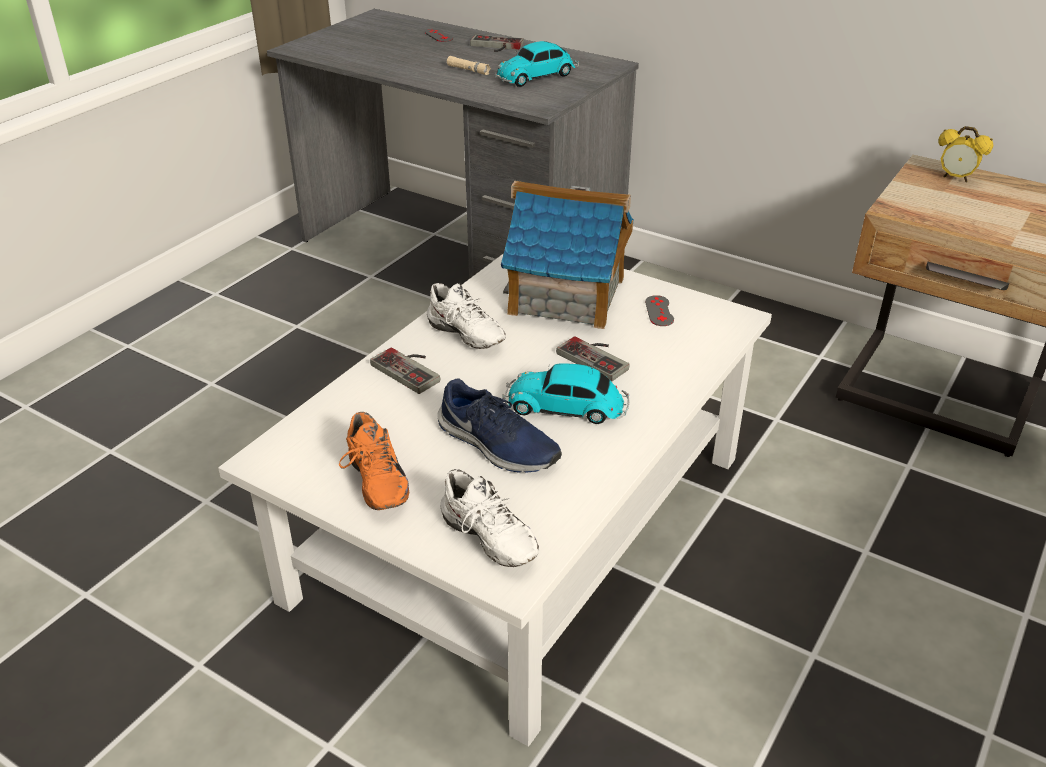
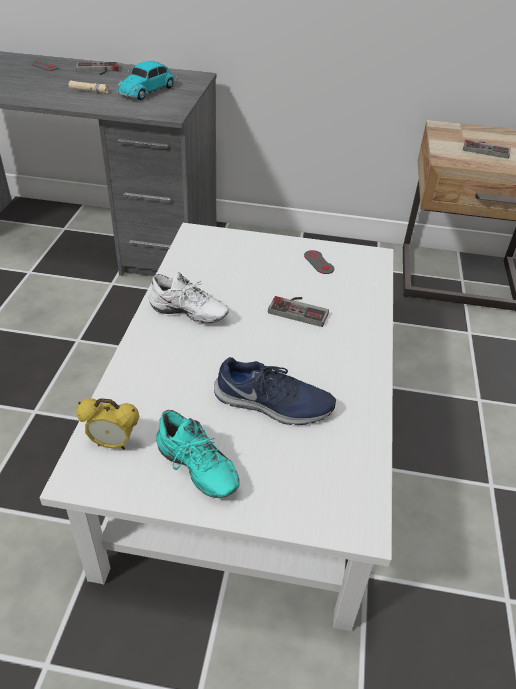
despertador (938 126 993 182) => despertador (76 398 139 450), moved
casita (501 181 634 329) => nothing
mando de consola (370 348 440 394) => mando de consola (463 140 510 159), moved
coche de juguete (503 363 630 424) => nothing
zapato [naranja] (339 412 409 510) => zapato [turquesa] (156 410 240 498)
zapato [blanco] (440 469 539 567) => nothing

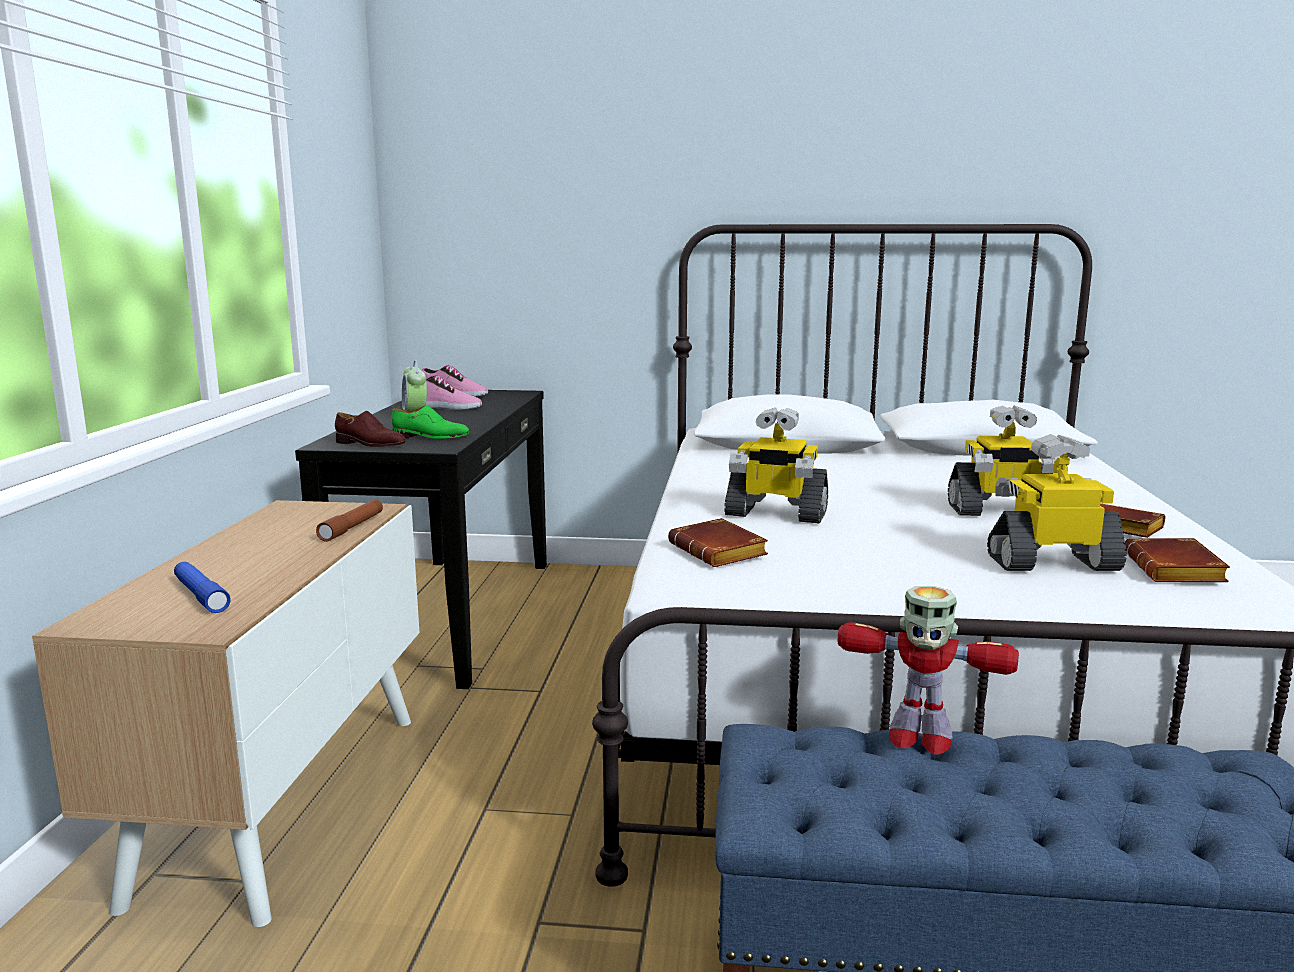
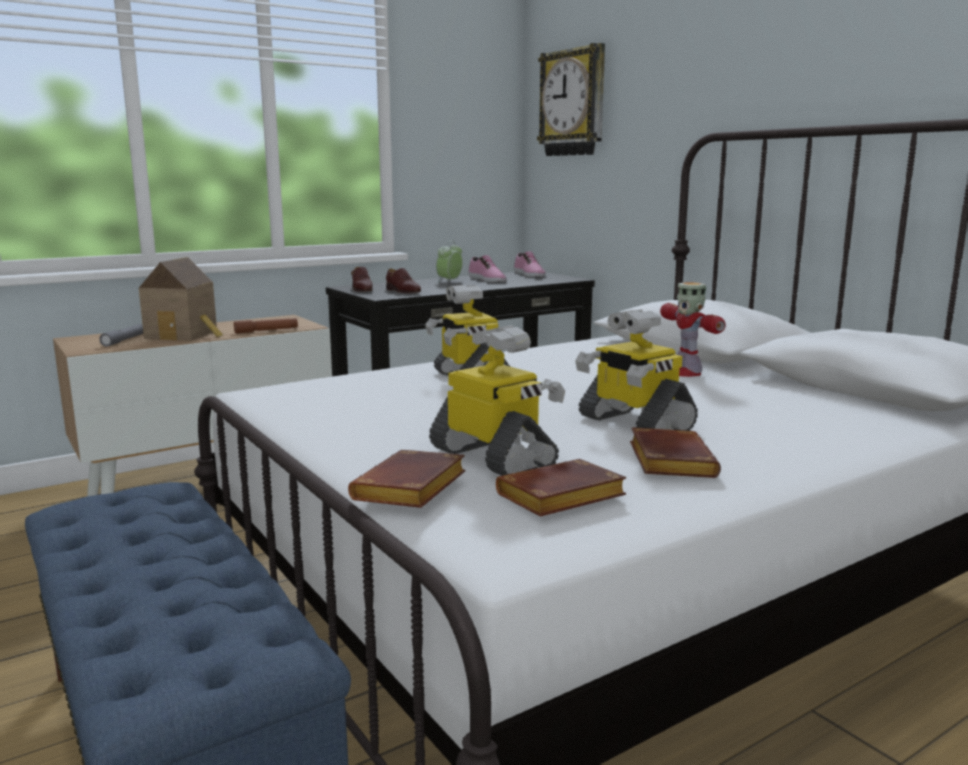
zapato [verde] (391 405 470 439) => zapato [marrón] (386 268 421 293)
libro [marrón] (668 518 768 567) => libro [marrón] (348 450 465 508), moved
linterna [azul] (174 562 231 613) => linterna [gris] (99 323 143 347)
robot de juguete (838 586 1019 754) => robot de juguete (660 282 726 377), moved
nothing => reloj de pared (537 43 605 156)
nothing => casita (139 257 223 341)

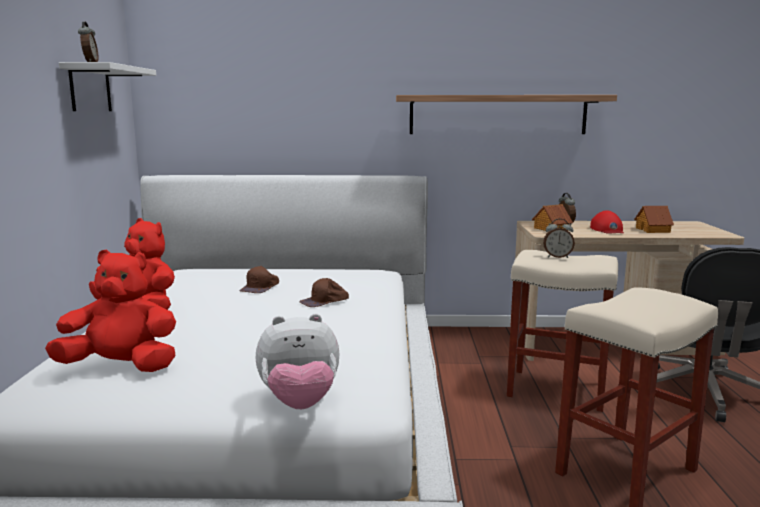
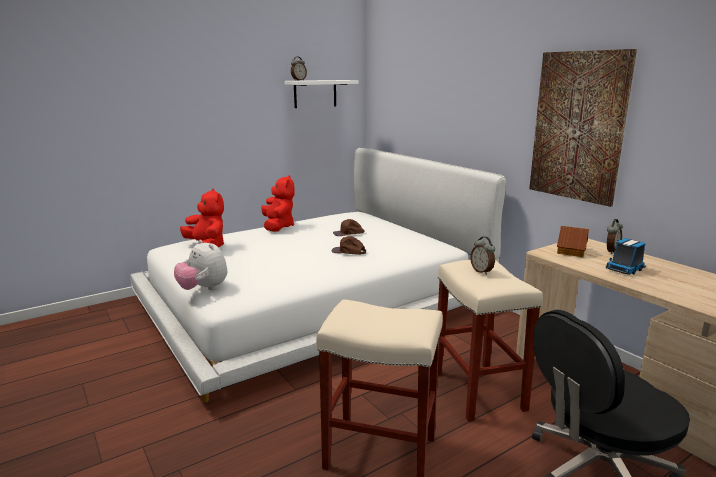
estante (396 95 617 134) => cuadro (529 49 637 207)
casita (634 206 674 233) => nothing
gorra [rojo] (590 210 624 234) => camión de juguete (606 238 646 275)

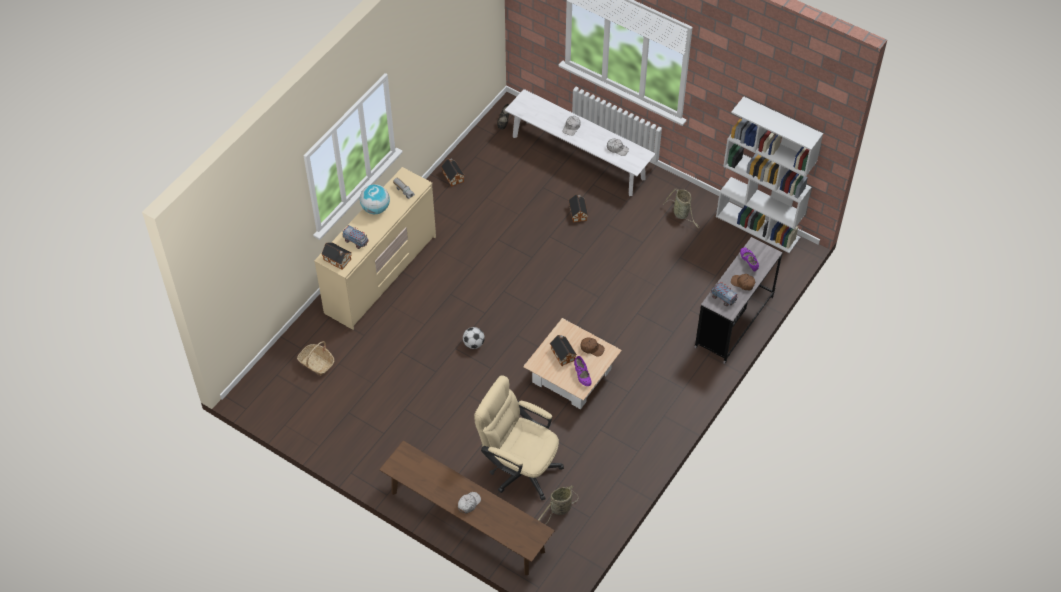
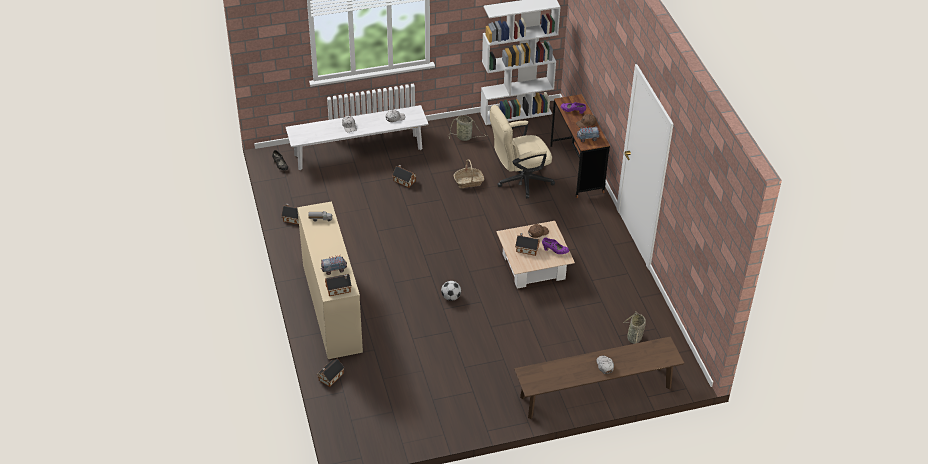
globo terráqueo (360 184 390 214) => nothing
escritorio [gris] (694 237 783 364) => escritorio [marrón] (550 94 610 198)
cesta (297 341 334 375) => cesta (454 159 485 188), moved
silla de oficina [beis] (474 375 564 500) => silla de oficina [beis] (490 105 555 198), moved
nothing => casita (317 359 344 387)

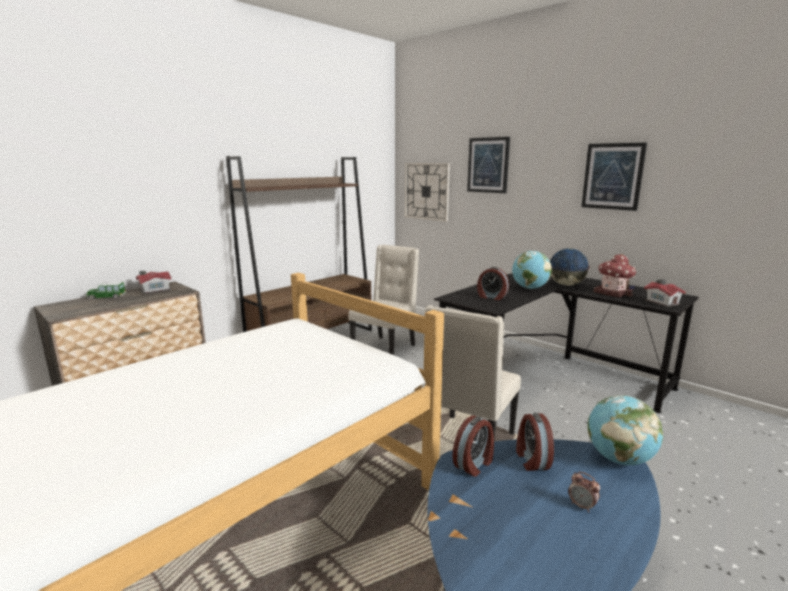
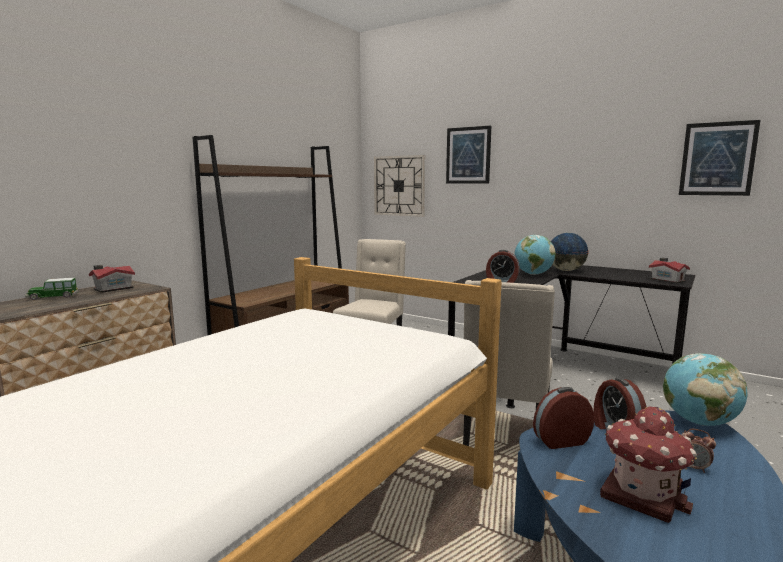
cuadro (581 142 647 211) => cuadro (679 120 761 196), moved
casita (594 254 636 297) => casita (600 407 697 523), moved
despertador (452 415 494 477) => despertador (533 387 594 449), 135 degrees counterclockwise

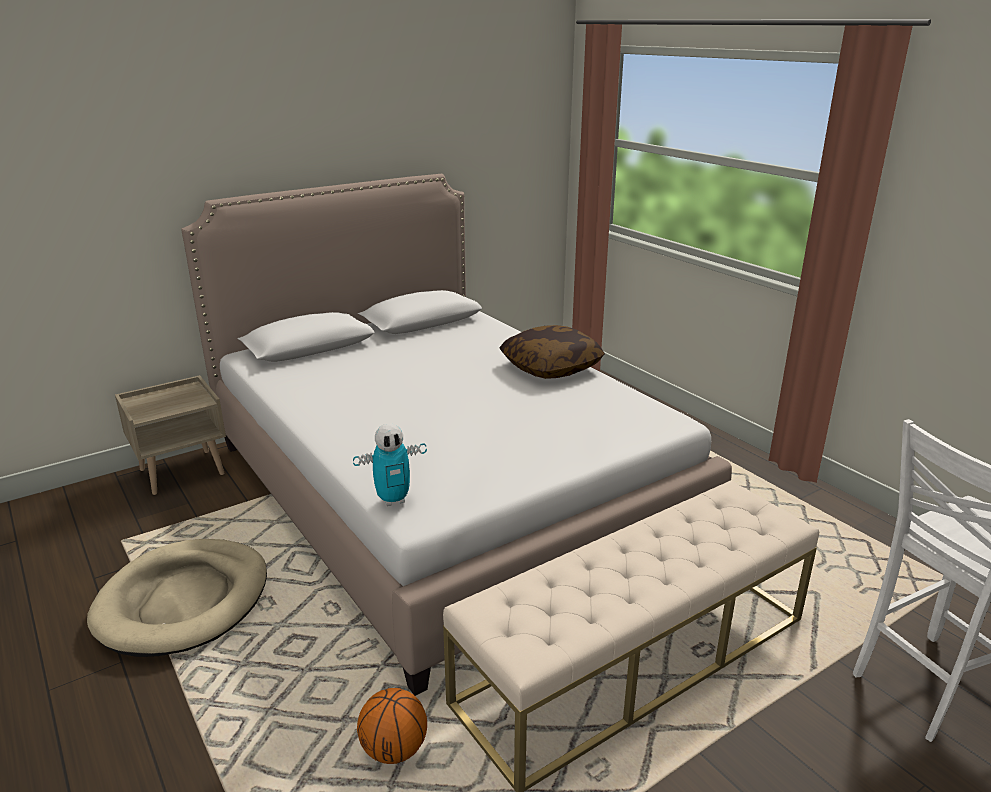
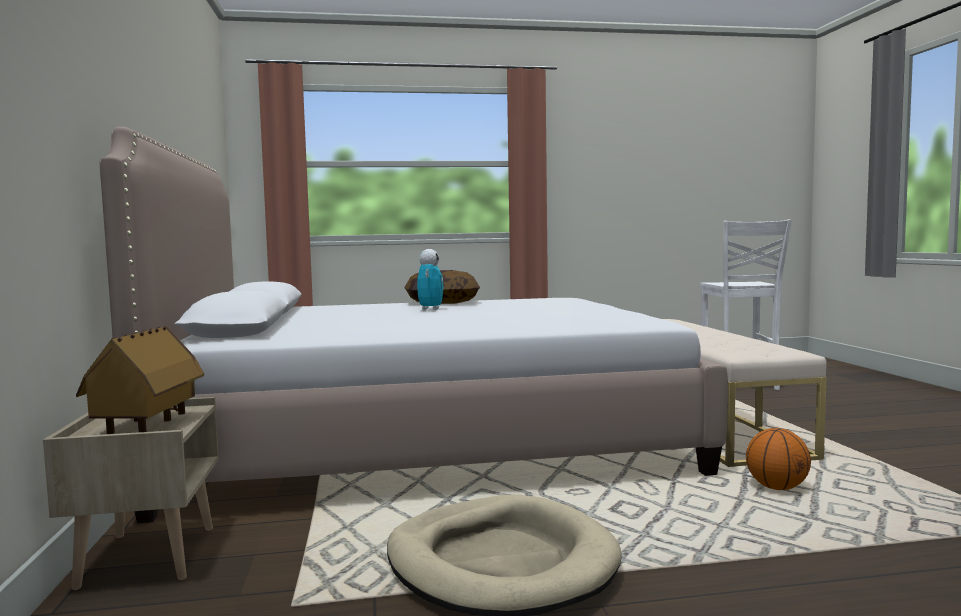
robot de juguete (353 423 427 506) => robot de juguete (417 249 444 310), moved
nothing => casita (76 326 204 434)

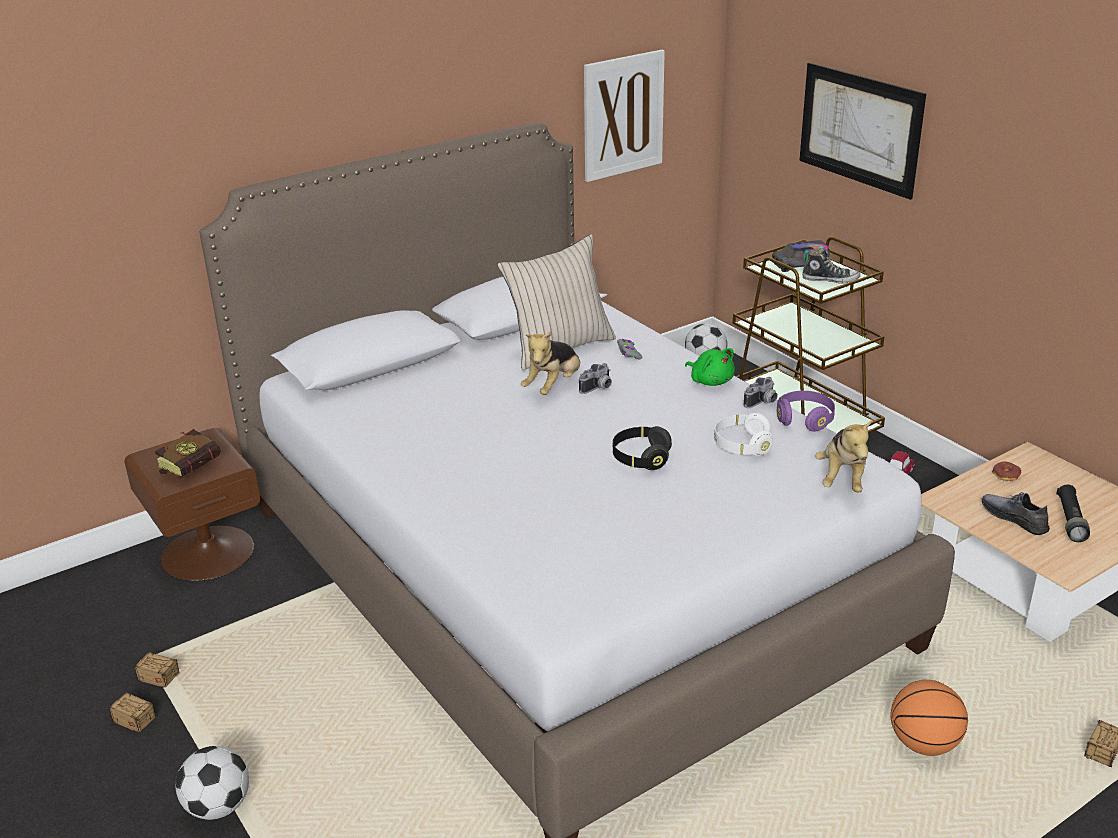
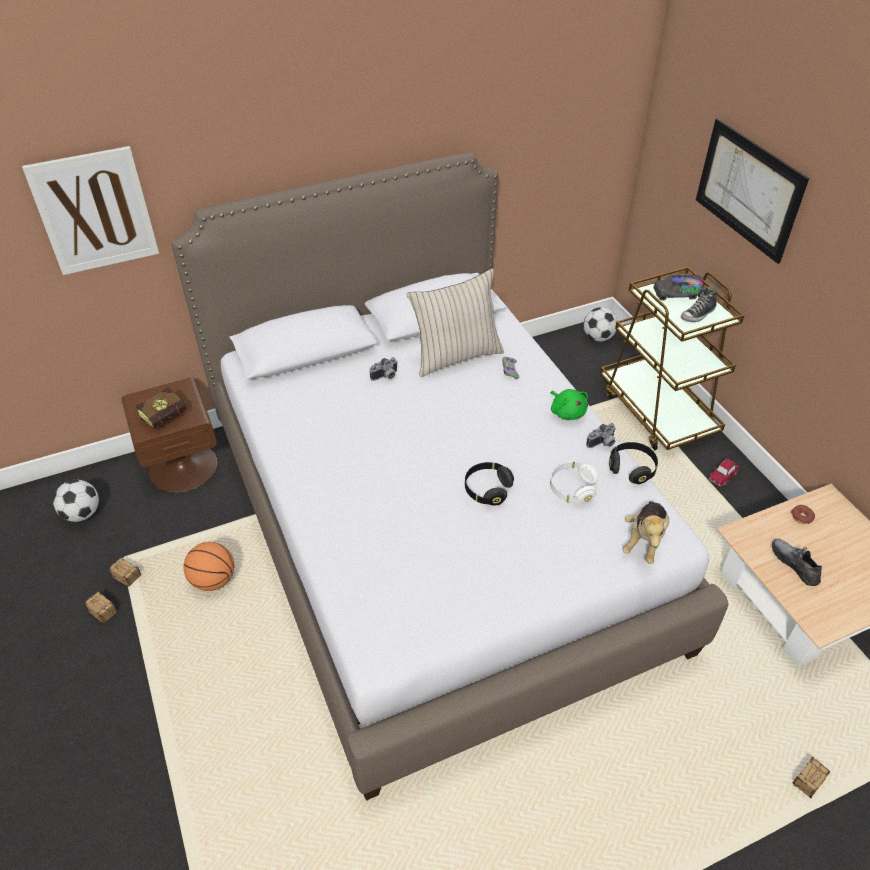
cuadro (584 50 665 182) => cuadro (22 146 159 275), moved
zapato (802 248 860 283) => zapato (681 286 717 322), 120 degrees clockwise
peluche (521 330 580 395) => nothing
cámara (579 363 612 394) => cámara (370 357 398 381), moved
auriculares [morado] (777 391 835 432) => auriculares [negro] (609 442 658 484)
linterna [negro] (1056 485 1090 542) => nothing
balón de baloncesto (890 680 968 756) => balón de baloncesto (183 542 235 591), moved
balón de fútbol (176 746 249 820) => balón de fútbol (53 480 99 522), moved

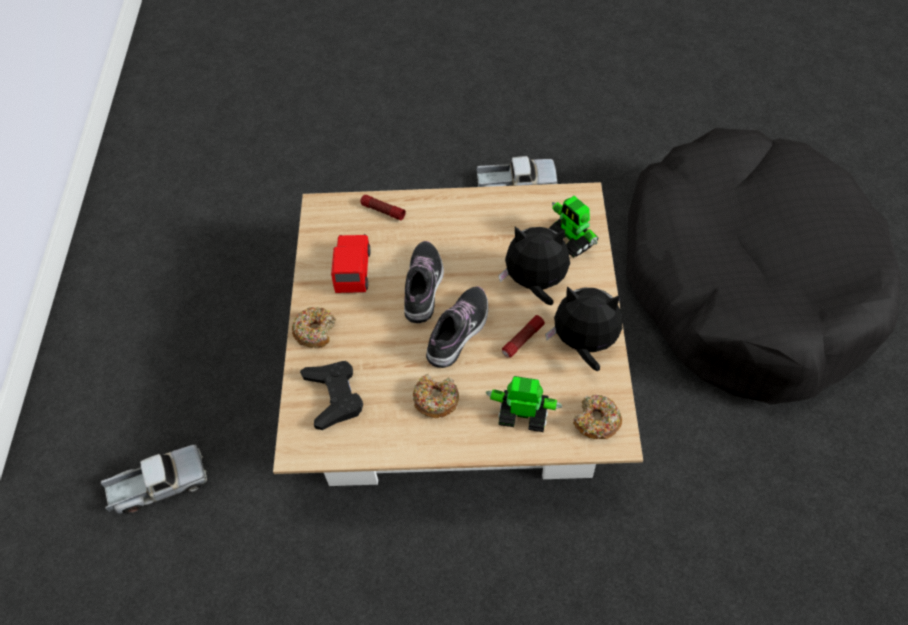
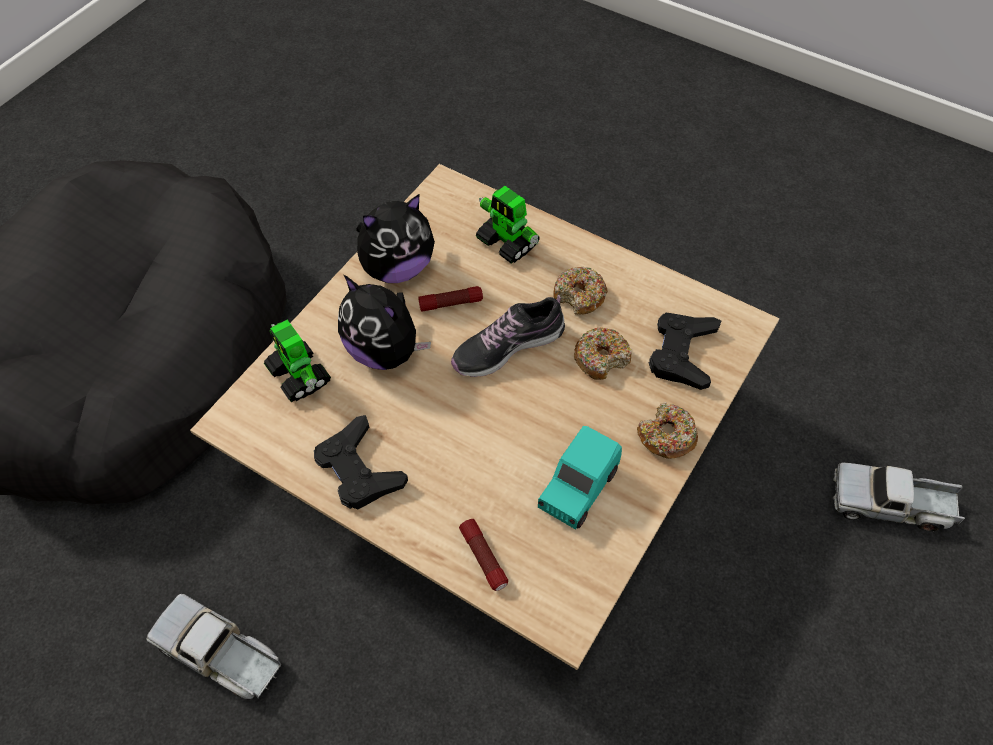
robot de juguete (549 196 599 258) => robot de juguete (264 320 331 402), 150 degrees clockwise
coche de juguete [rojo] (331 234 370 293) => coche de juguete [turquesa] (538 426 622 530)
zapato (404 241 444 323) => nothing
peluche (545 286 622 372) => peluche (356 194 435 283), 75 degrees counterclockwise
rosquilla (573 395 622 439) => rosquilla (574 327 631 380), moved
nothing => mando de consola [negro] (314 415 408 509)

